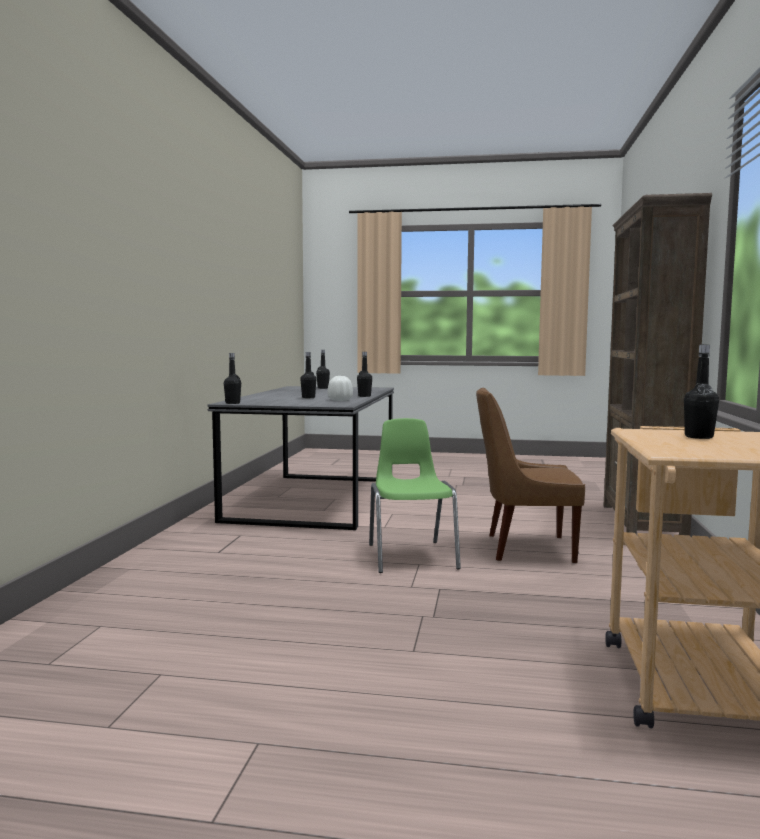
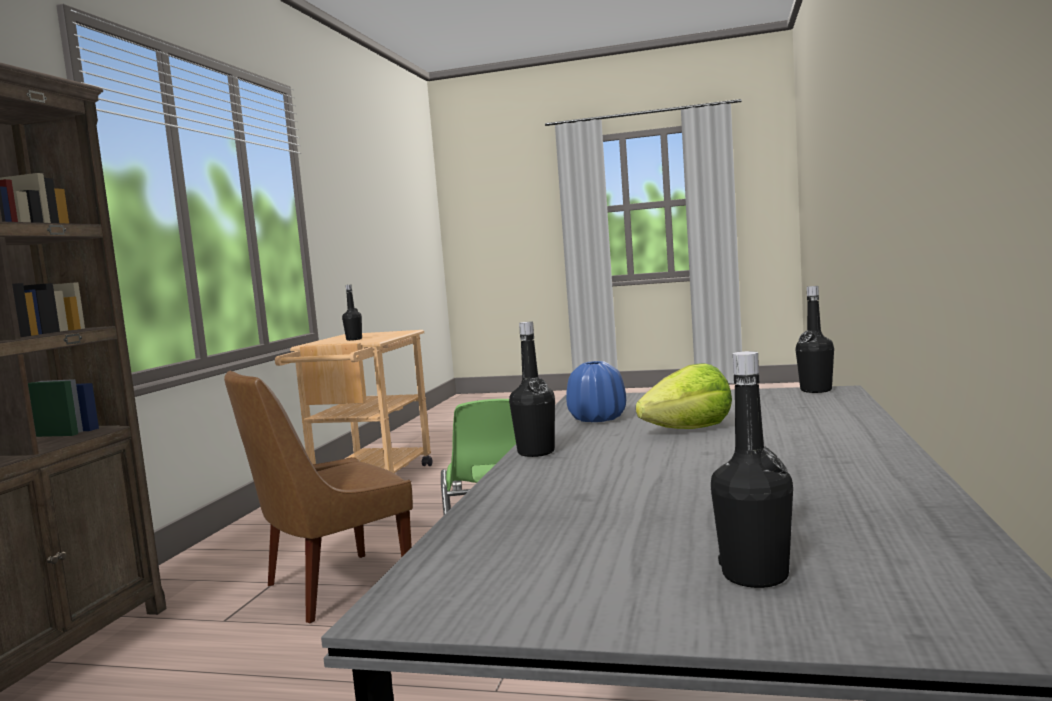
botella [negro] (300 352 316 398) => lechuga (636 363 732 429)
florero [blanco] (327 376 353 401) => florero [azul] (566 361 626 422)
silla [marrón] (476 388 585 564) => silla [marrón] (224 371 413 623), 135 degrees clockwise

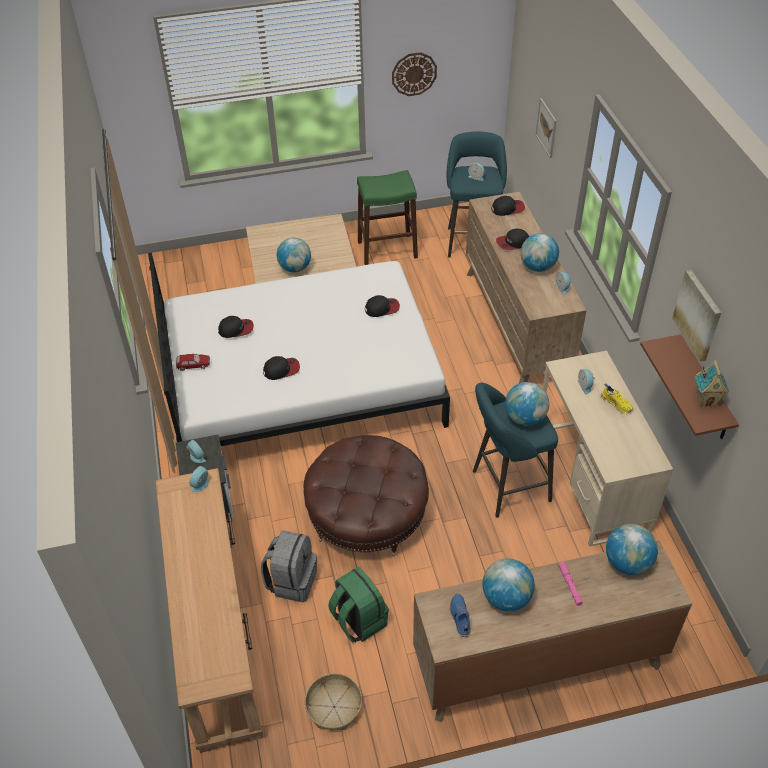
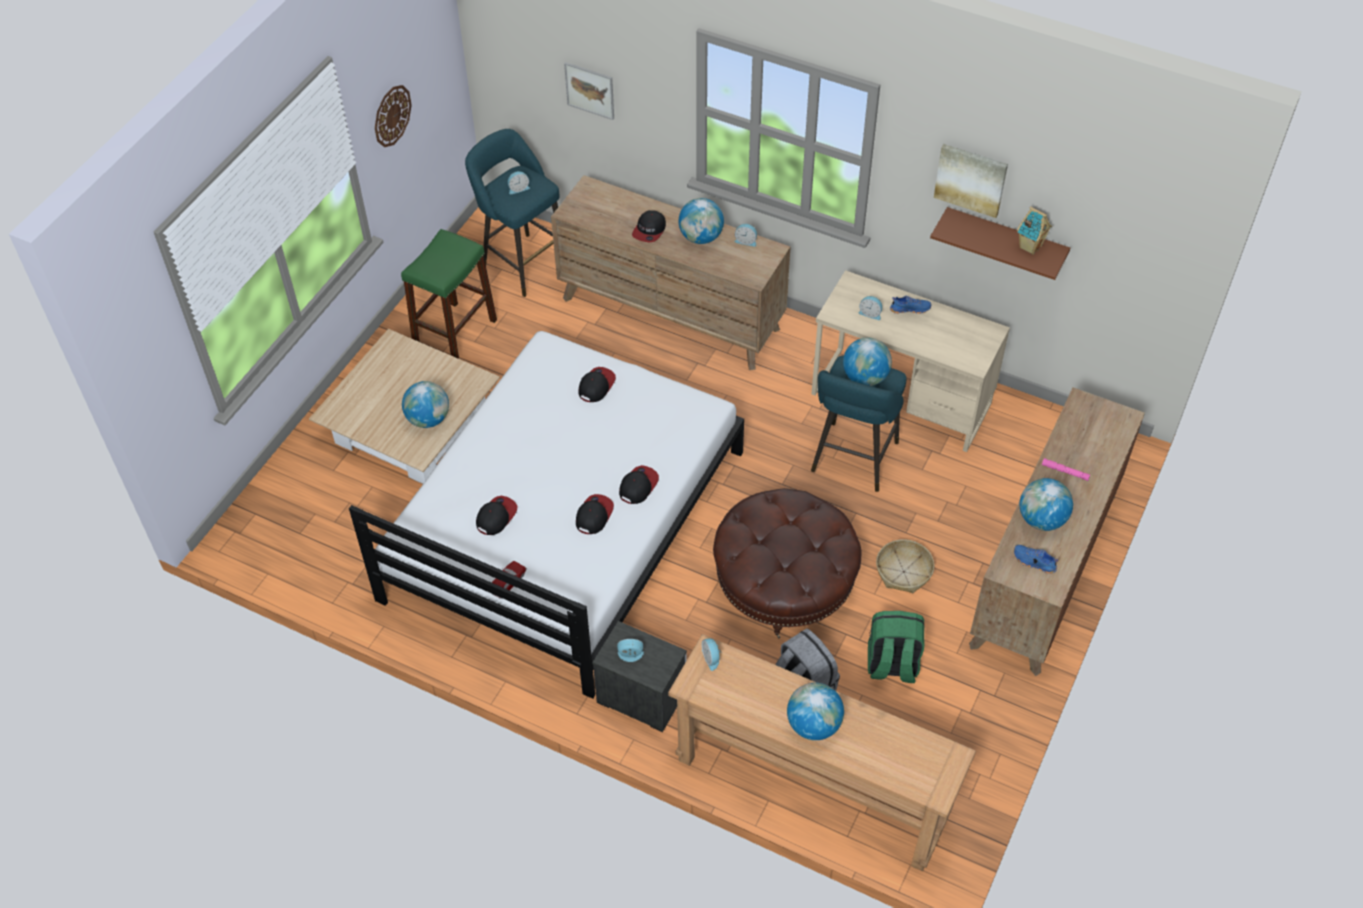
gorra (491 196 525 216) => gorra (619 465 659 504), moved
zapato [amarillo] (601 384 633 413) => zapato [azul] (890 296 932 314)
globo terráqueo (606 524 658 575) => globo terráqueo (787 683 844 740), moved
cesta (305 673 362 730) => cesta (876 539 934 593), moved

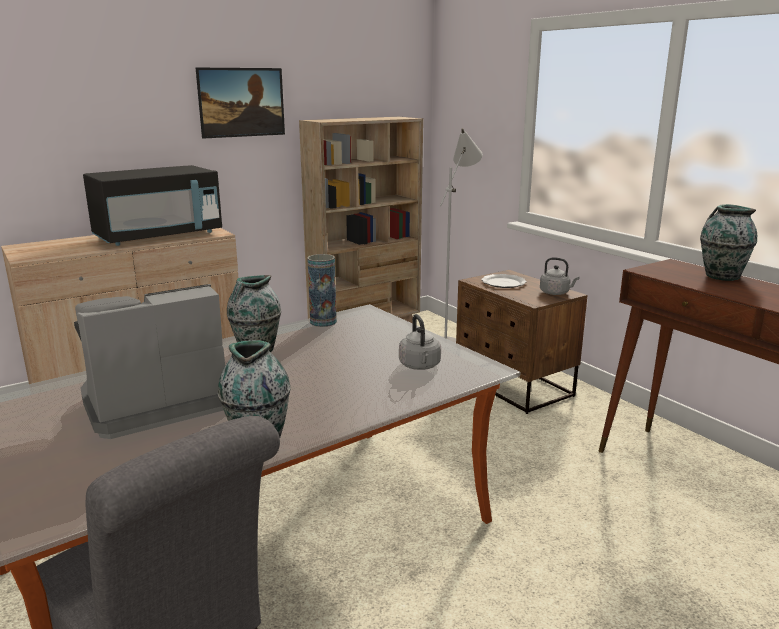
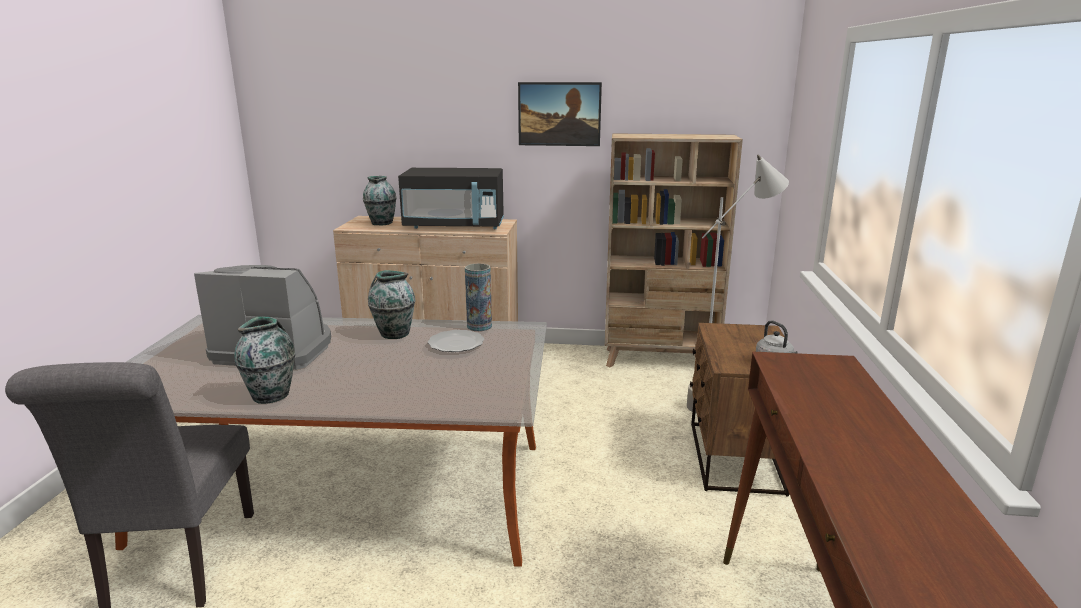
florero (700 204 757 281) => florero (363 176 396 225), moved
plato (481 274 526 288) => plato (428 330 484 352), moved
hervidor [gris] (399 314 441 370) => nothing

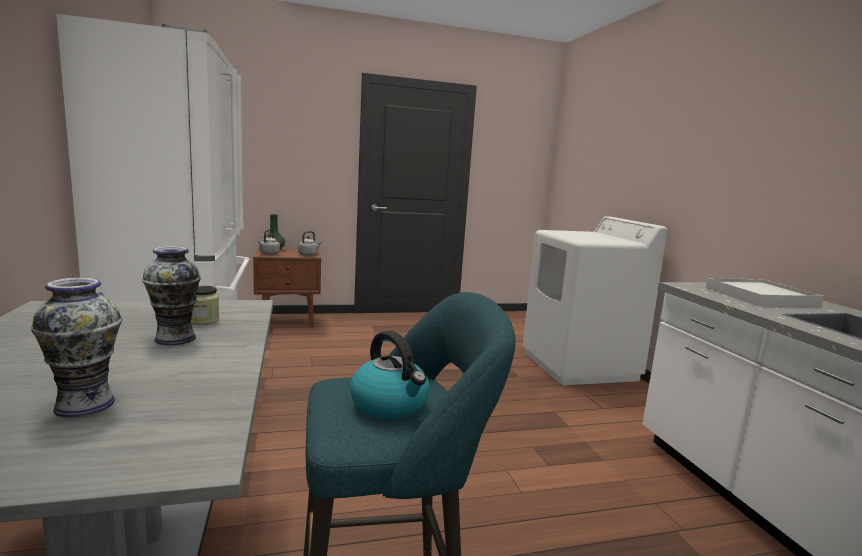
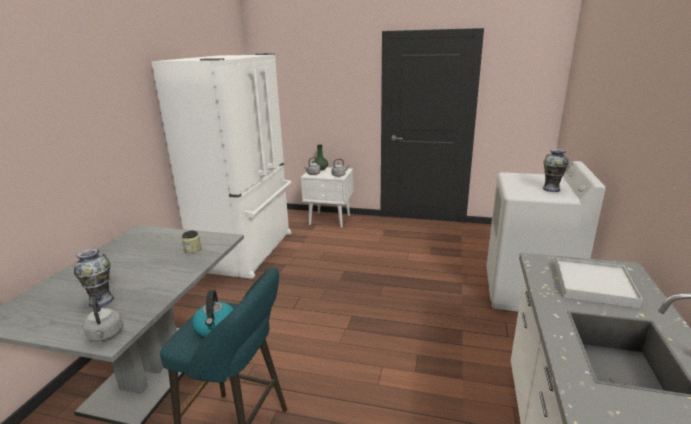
florero (142 246 201 345) => florero (543 149 569 192), moved
mesita de noche [marrón] (253 248 321 328) => mesita de noche [blanco] (301 167 354 228)
nothing => hervidor [gris] (83 297 122 341)

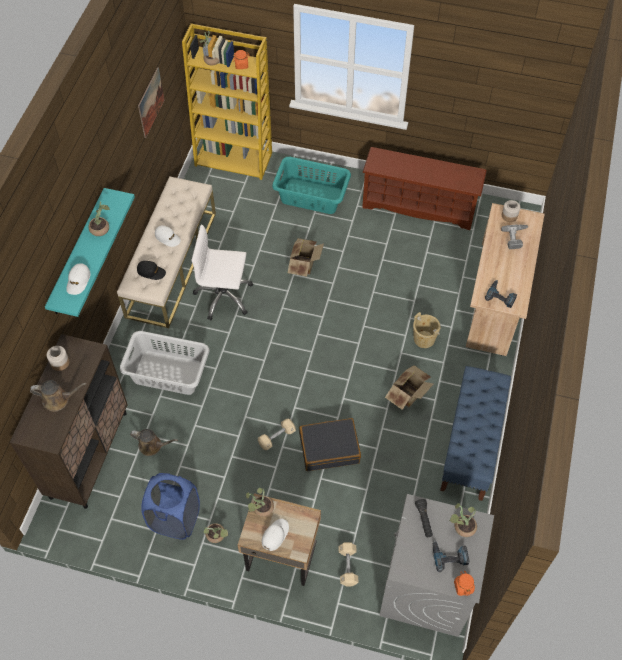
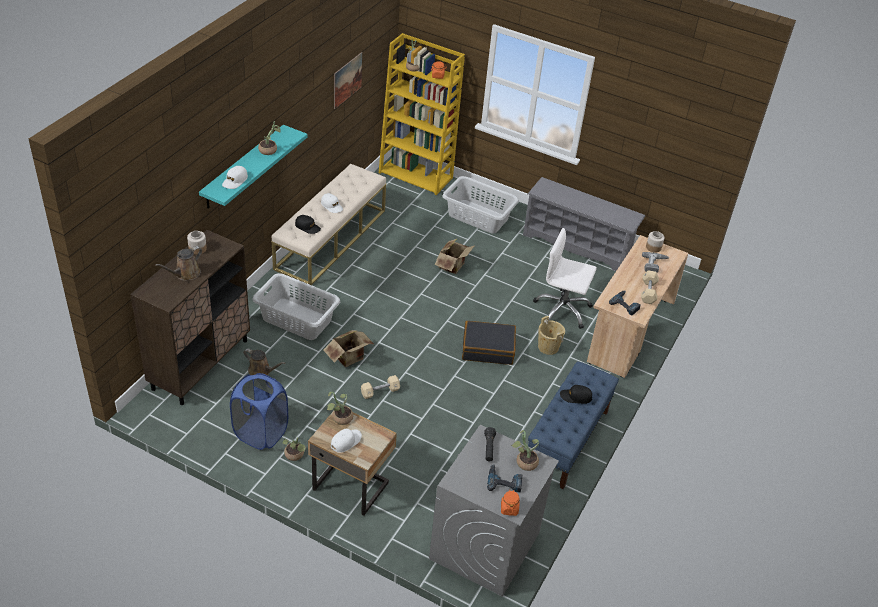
zapatero [marrón] (362 147 487 230) => zapatero [gris] (523 177 645 271)
cesto de la ropa [turquesa] (272 157 351 214) => cesto de la ropa [gris] (442 176 519 234)
silla de oficina [blanco] (191 225 253 320) => silla de oficina [blanco] (533 228 597 329), moved
caja de cartón (385 365 433 410) => caja de cartón (323 330 375 367), moved
regadera [marrón] (30 380 87 412) => regadera [marrón] (155 246 202 281), 120 degrees clockwise
maleta [negro] (299 418 361 471) => maleta [negro] (462 321 516 365), moved
mancuerna [beis] (338 542 359 587) => mancuerna [beis] (641 270 659 304), moved
nothing => gorra [negro] (560 385 592 404)

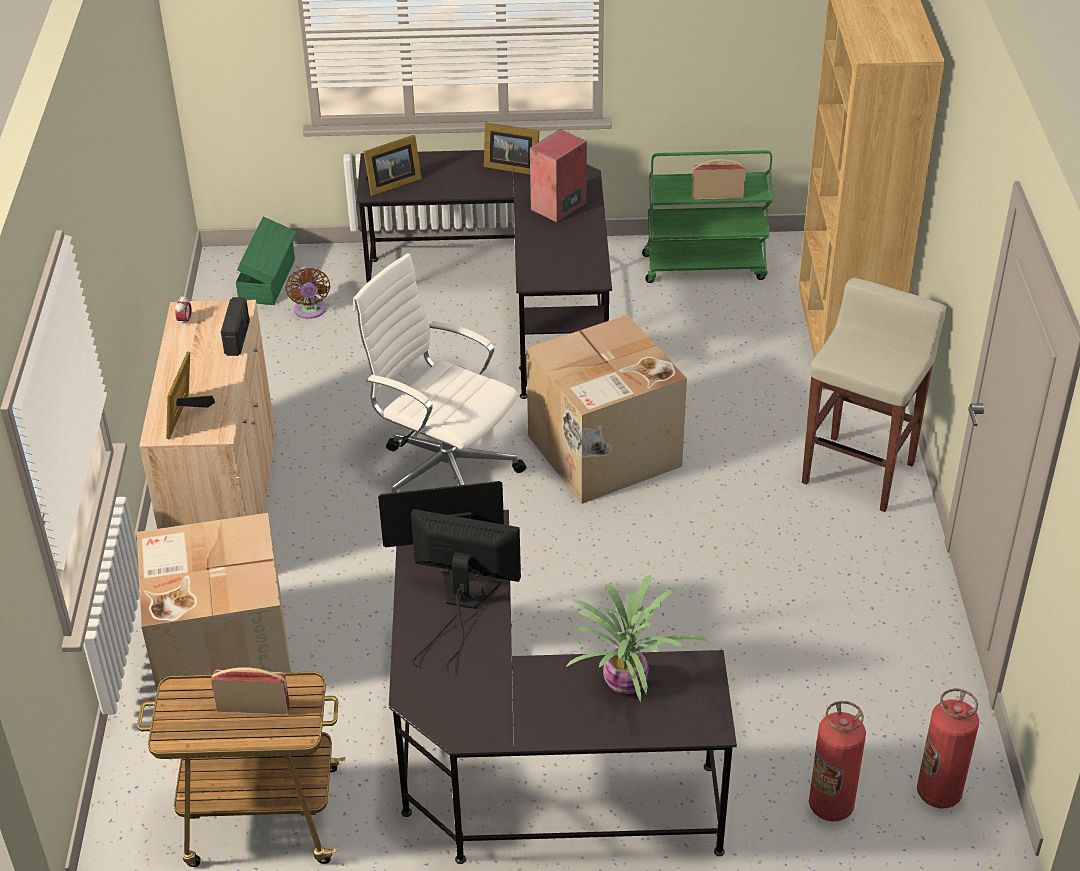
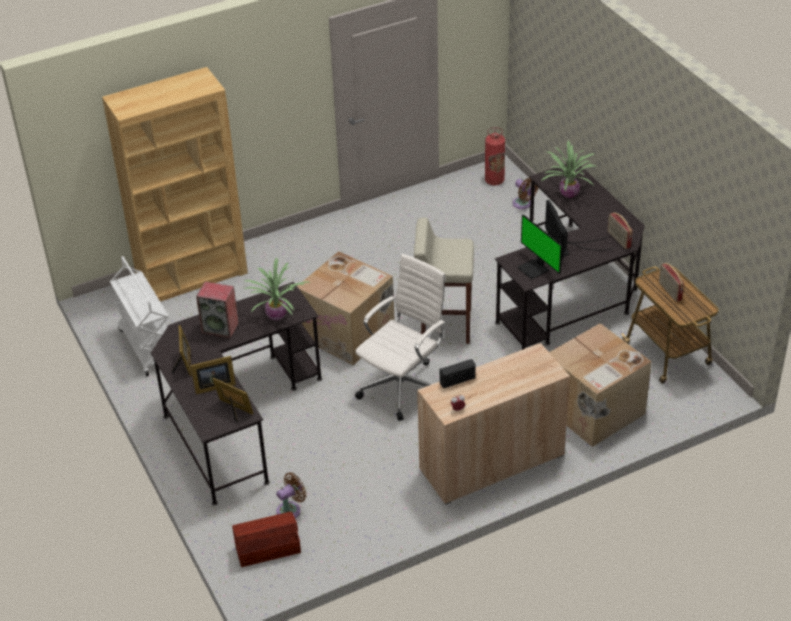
carrito [verde] (642 150 773 283) => carrito [blanco] (110 256 169 376)
radio (692 159 746 199) => radio (608 212 633 249), moved
caja de almacenaje [verde] (236 217 296 305) => caja de almacenaje [marrón] (232 511 301 567)
silla de oficina [blanco] (353 253 526 493) => silla de oficina [blanco] (355 254 446 421), 150 degrees counterclockwise
taburete [beis] (802 278 947 512) => taburete [beis] (414 217 474 344), moved
portarretratos (166 352 215 439) => portarretratos (190 356 236 395), moved
extintor (809 701 866 822) => ventilador [marrón] (512 177 539 209)
nothing => planta en maceta (243 258 311 321)

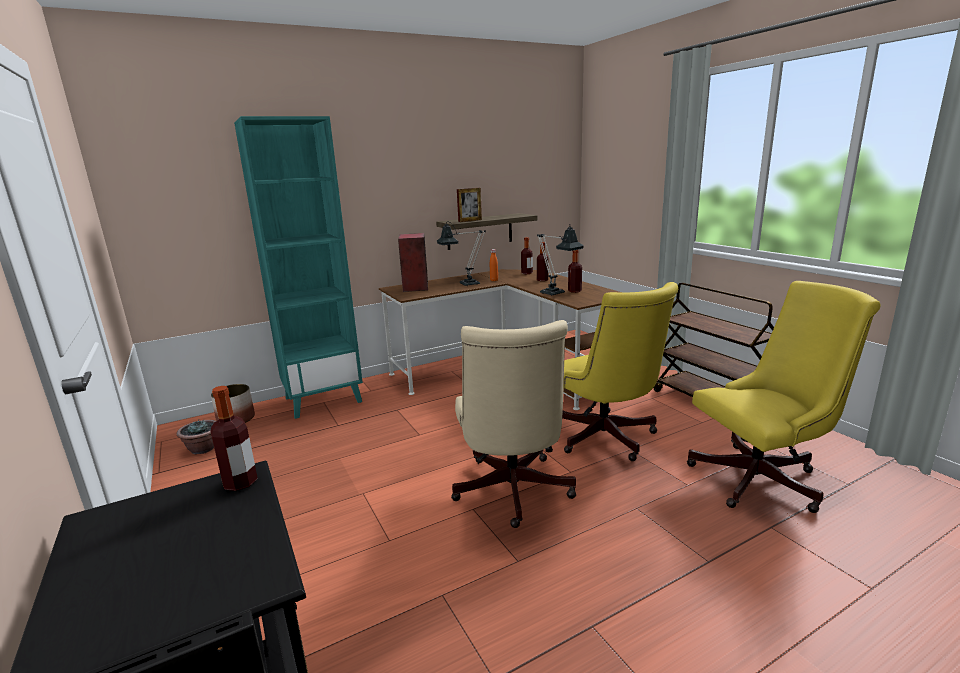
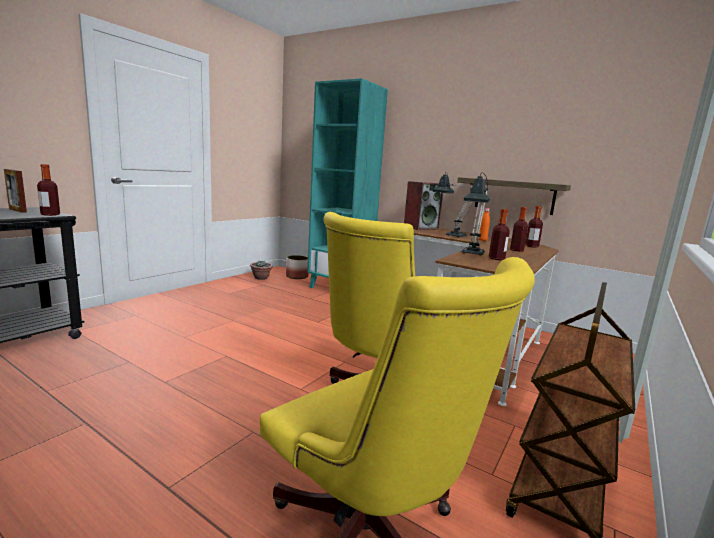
portarretratos (457 188 482 222) => portarretratos (4 169 27 213), moved
silla de oficina [beis] (451 320 576 528) => nothing

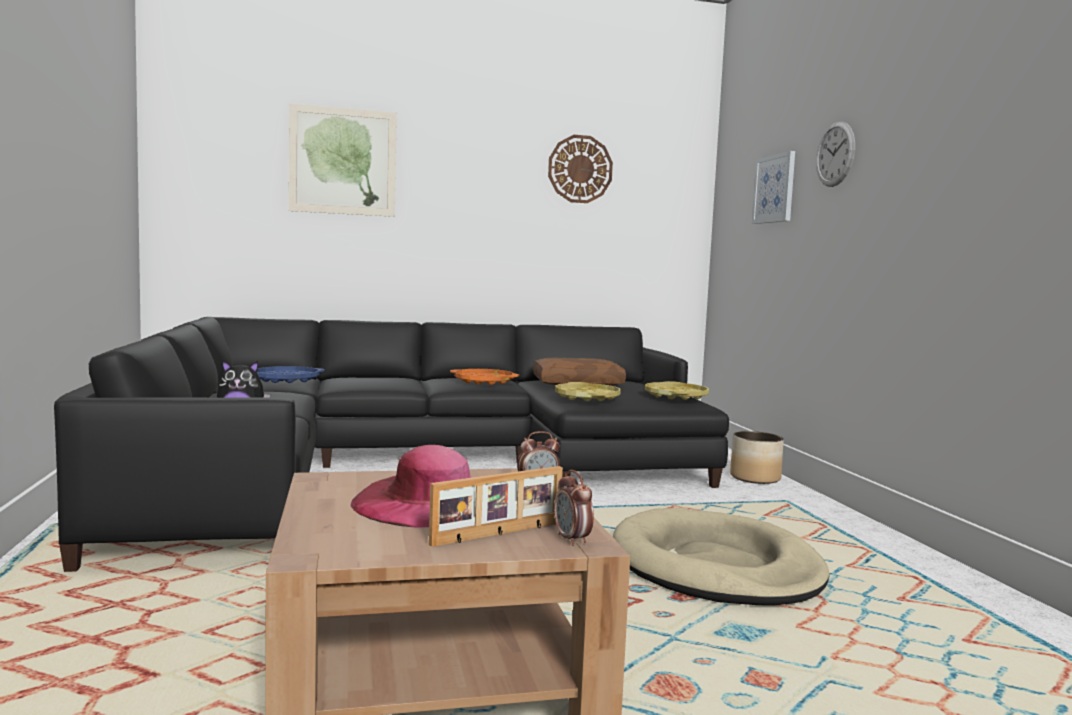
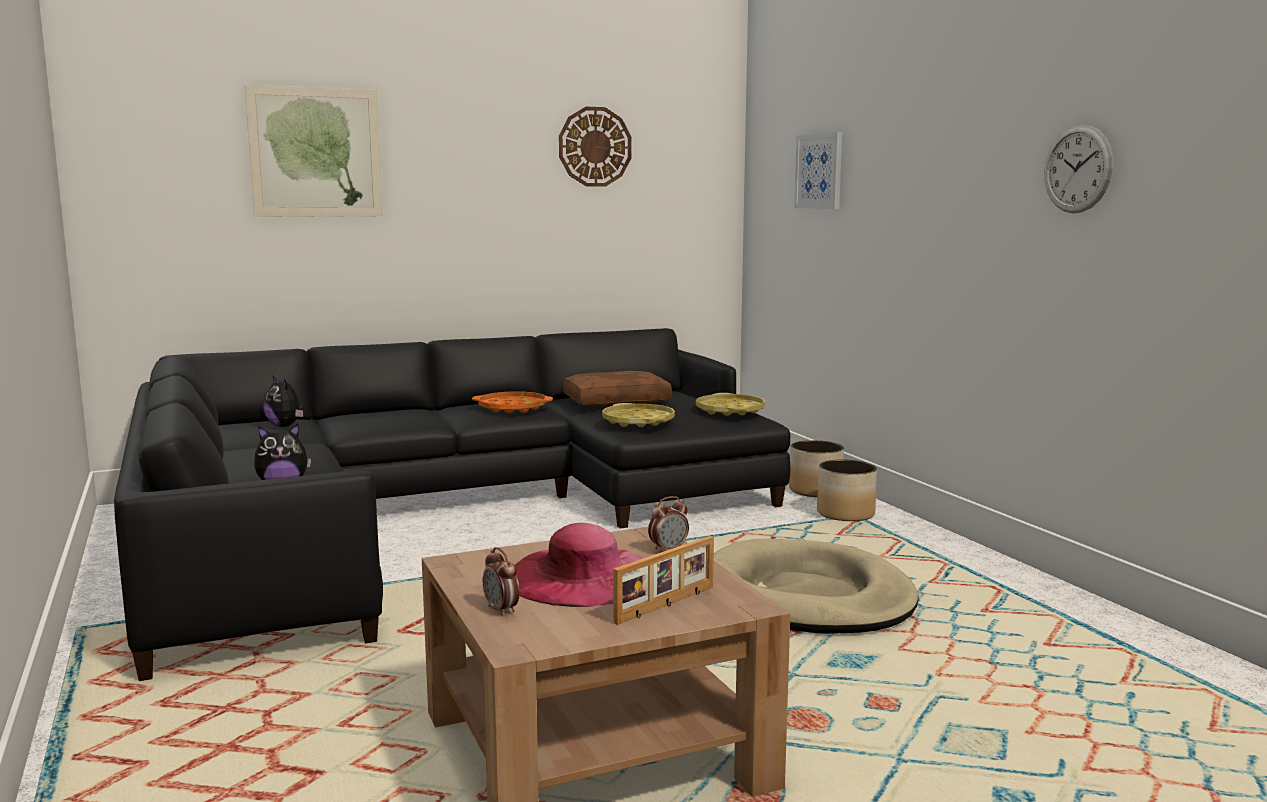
reloj de pared (816 122 855 187) => reloj de pared (1044 125 1113 213), moved
bandeja [azul] (257 366 325 383) => peluche (264 376 304 427)
despertador (554 470 594 546) => despertador (483 547 520 617), moved
nothing => maceta (817 460 877 521)

